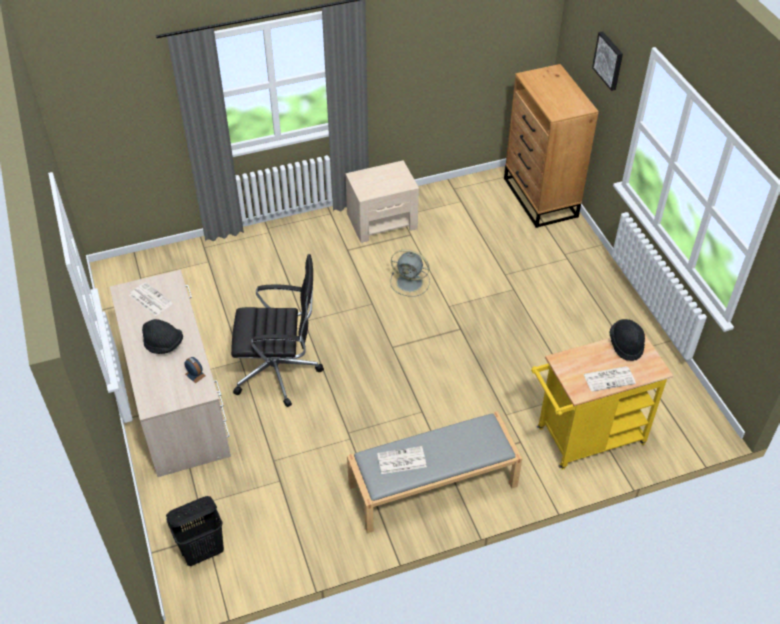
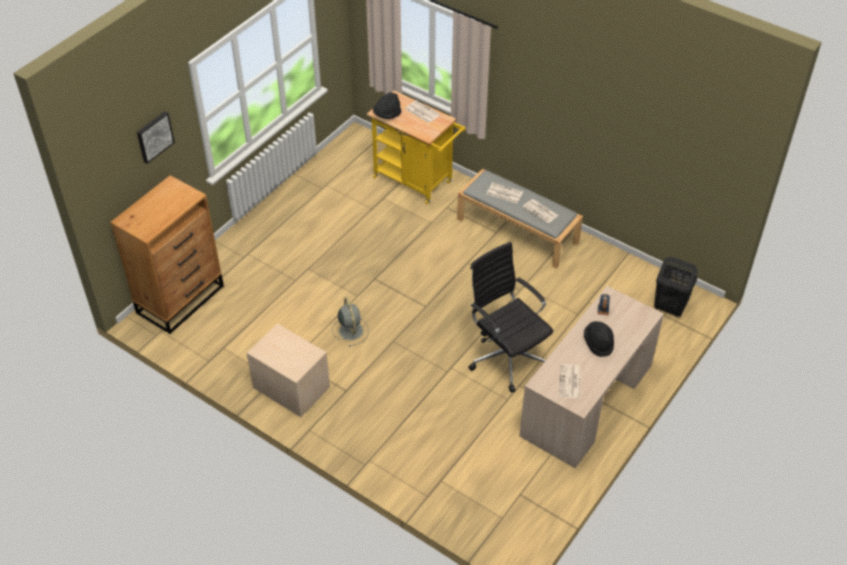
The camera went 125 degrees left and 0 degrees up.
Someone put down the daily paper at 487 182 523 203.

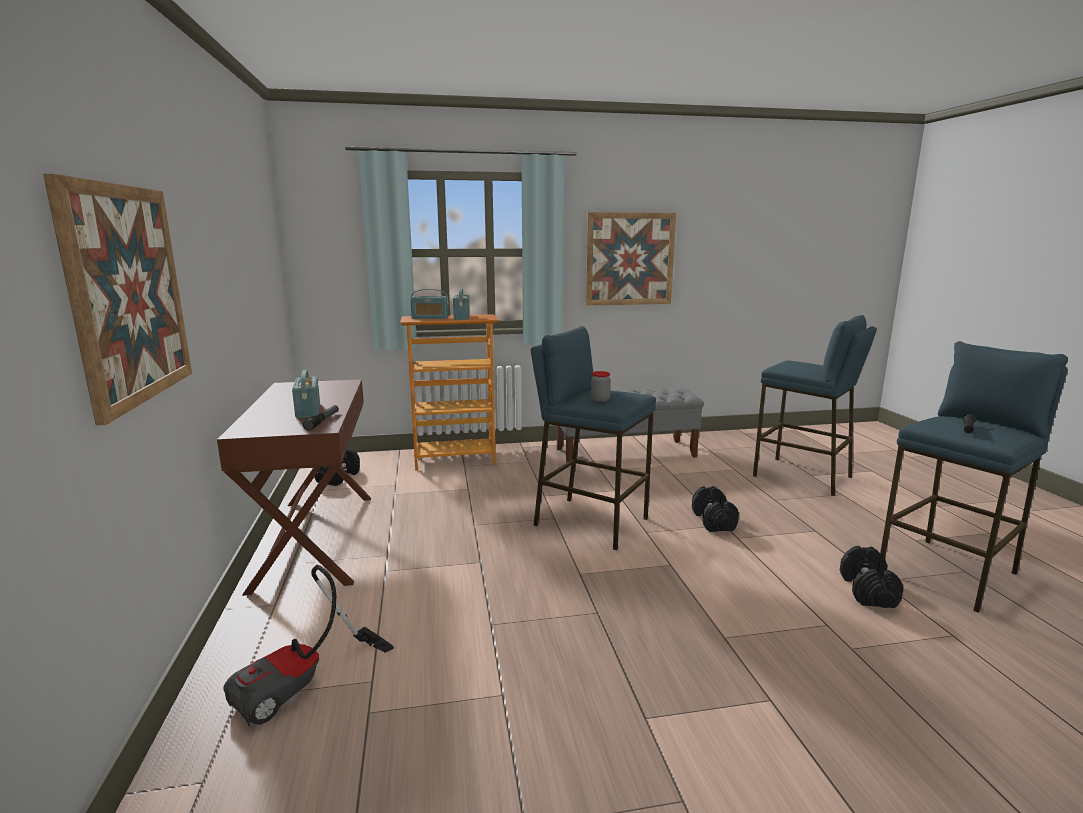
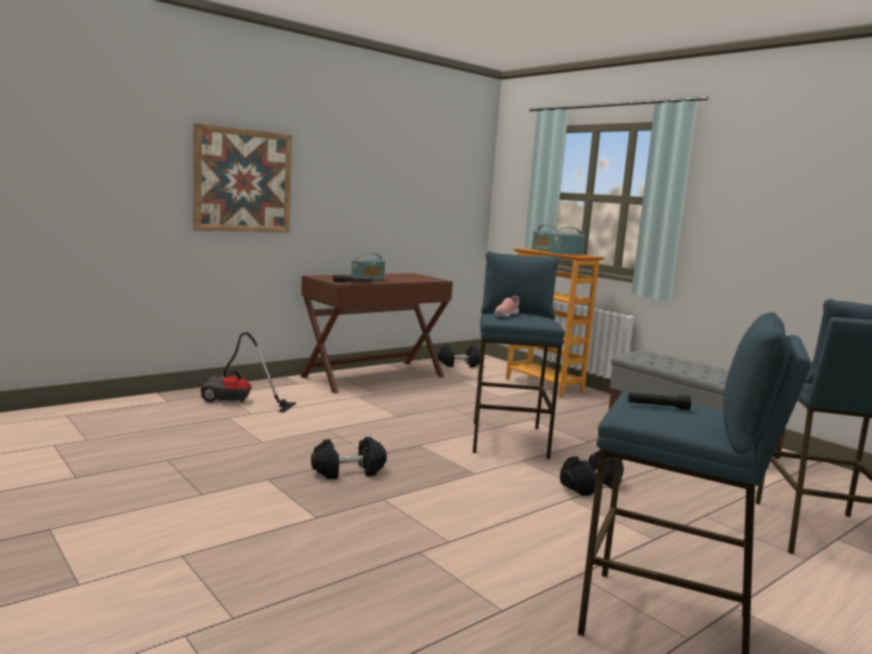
The camera went 60 degrees right and 5 degrees down.
Someone took away the picture at 585 212 676 306.
Someone swapped the preserve jar at 591 371 611 402 for the pinkish item of footwear at 494 296 519 317.
Someone carried the black dumbbell from 840 546 903 608 to 311 437 387 479.

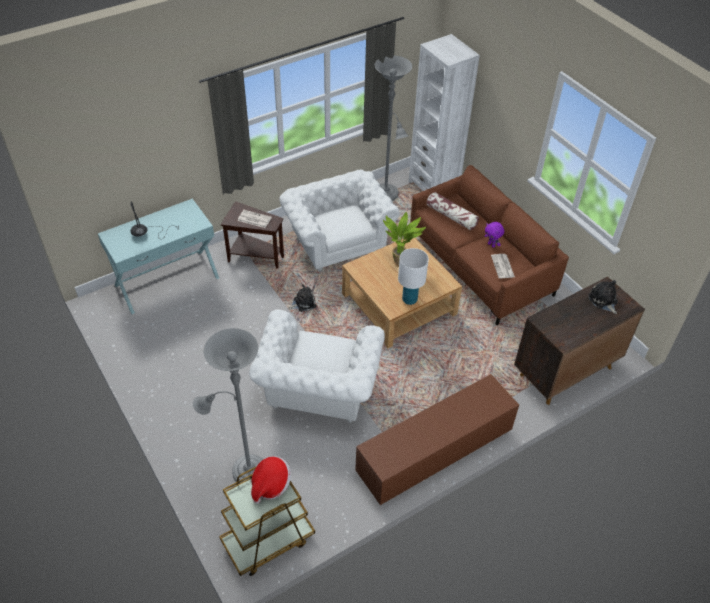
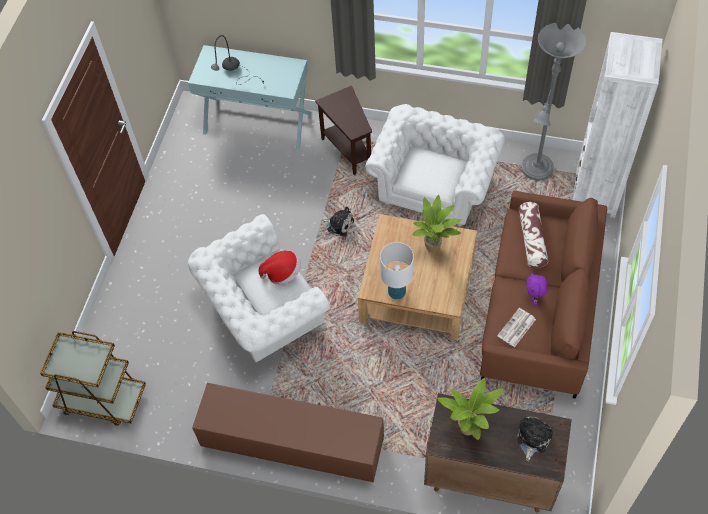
The camera went 50 degrees right and 10 degrees up.
Someone took away the daily paper at 237 210 272 228.
Someone took away the grey floor lamp at 193 328 263 483.
Someone carried the hat from 251 456 291 504 to 259 250 301 285.
Someone put down the plant in a pot at 437 378 504 440.

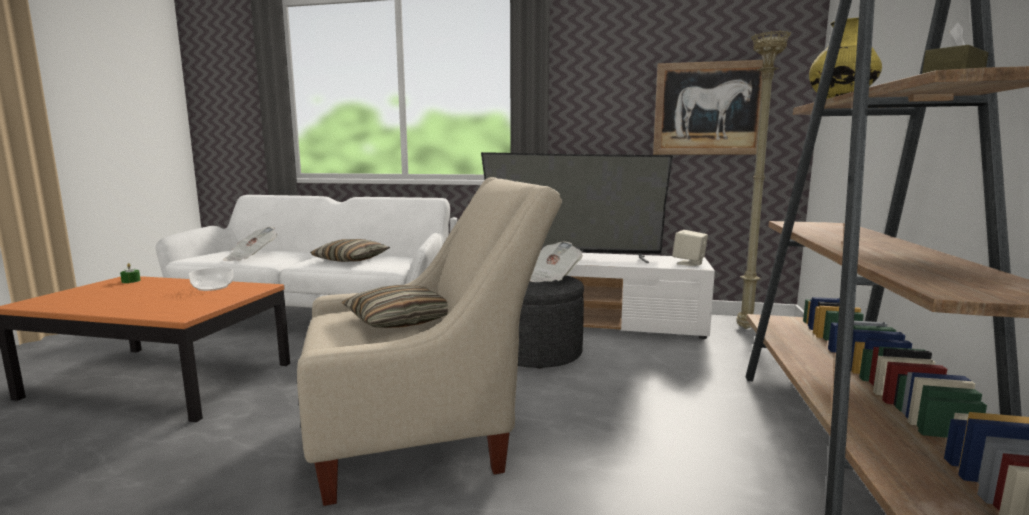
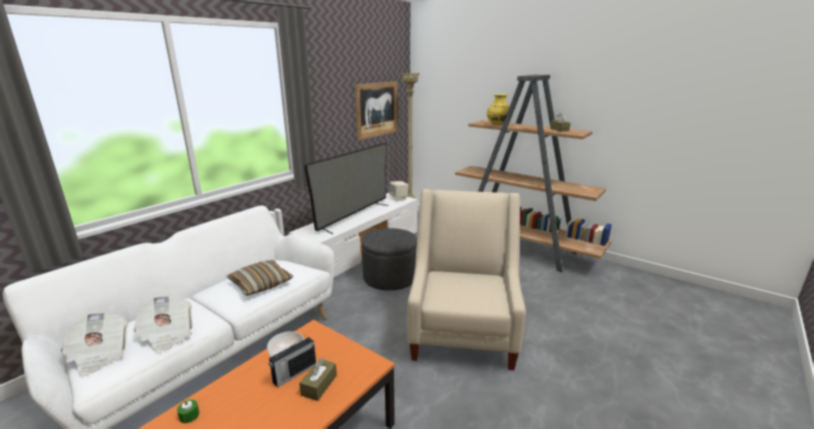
The camera went 65 degrees left and 10 degrees up.
Someone carried the daily paper from 530 241 583 282 to 61 311 128 376.
Someone took away the cushion at 342 285 448 328.
Someone put down the radio set at 269 337 316 388.
Someone put down the brown-coloured tissue box at 299 358 337 401.

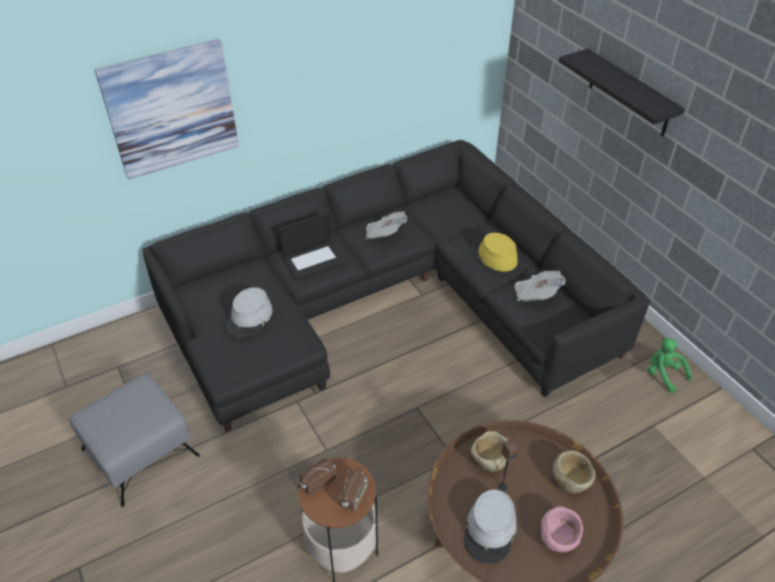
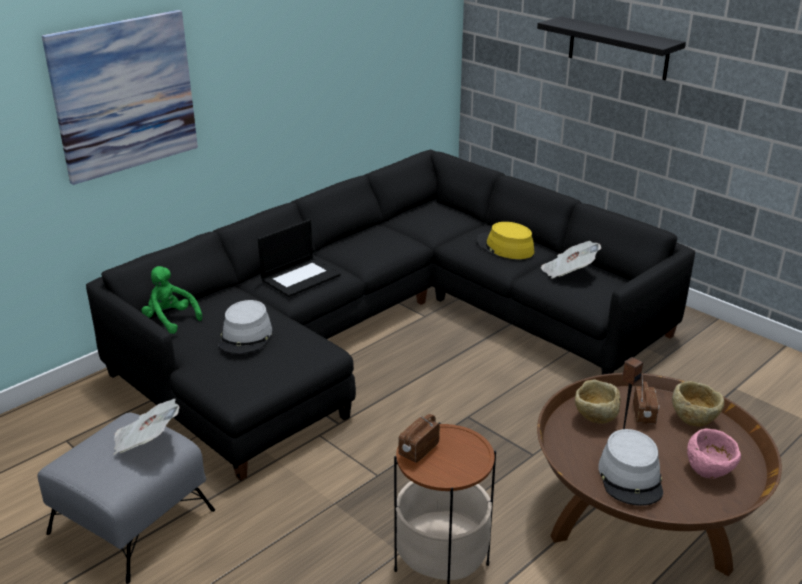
The camera went 15 degrees left and 15 degrees down.
Someone carried the daily paper from 366 211 407 239 to 113 399 179 455.
Someone carried the green plush toy from 648 338 692 393 to 142 266 202 334.
Someone carried the radio set from 338 468 367 511 to 633 375 659 424.

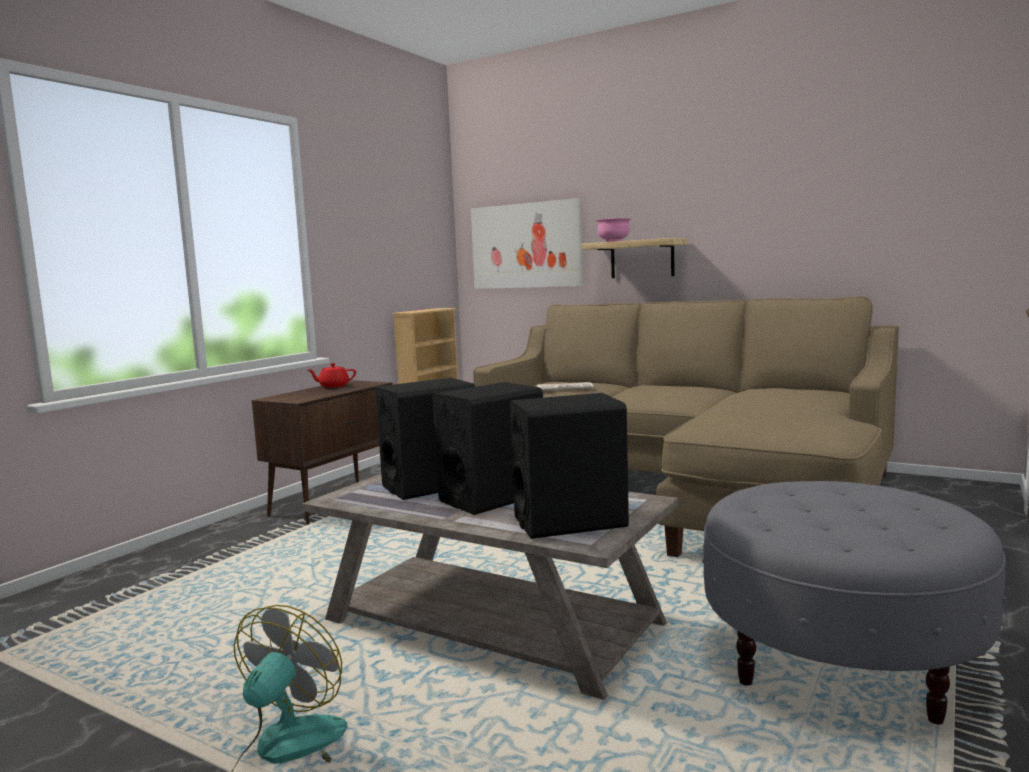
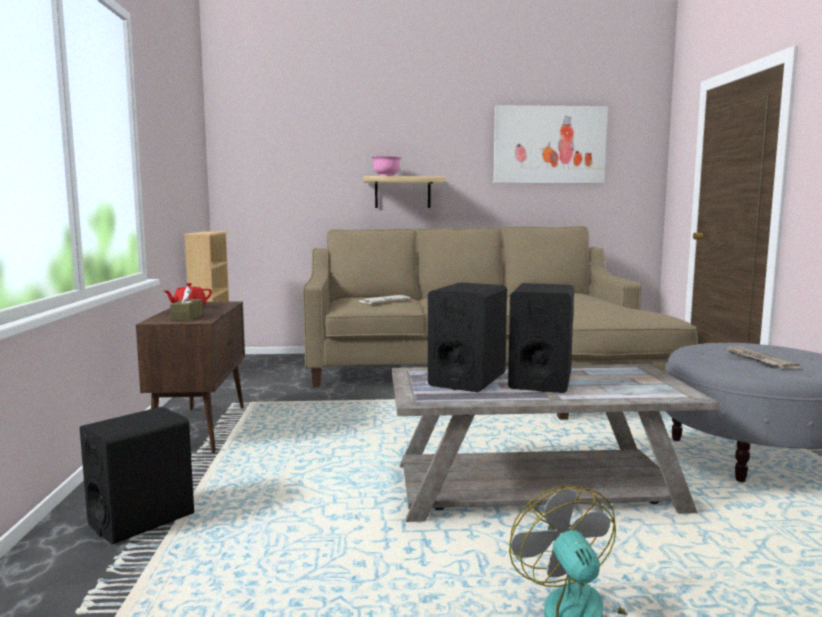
The camera went 35 degrees left and 0 degrees up.
Someone carried the picture from 471 198 583 289 to 493 105 608 183.
Someone carried the black speaker from 510 393 629 539 to 80 407 194 545.
Someone put down the brown-coloured tissue box at 170 286 203 321.
Someone put down the daily paper at 725 345 800 369.

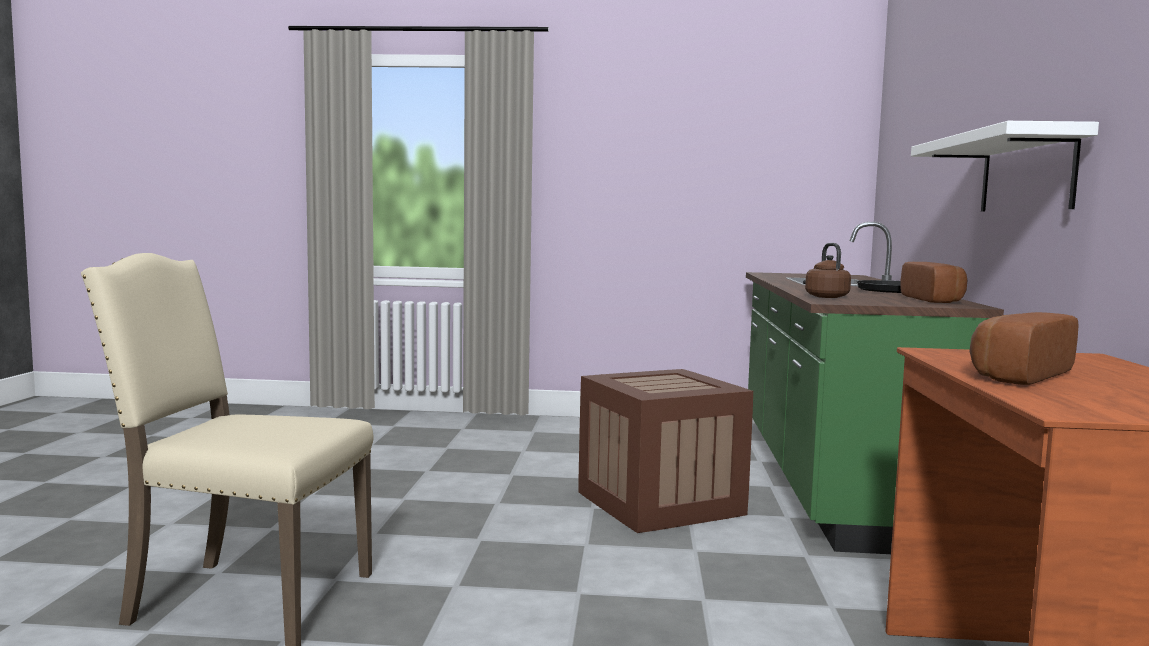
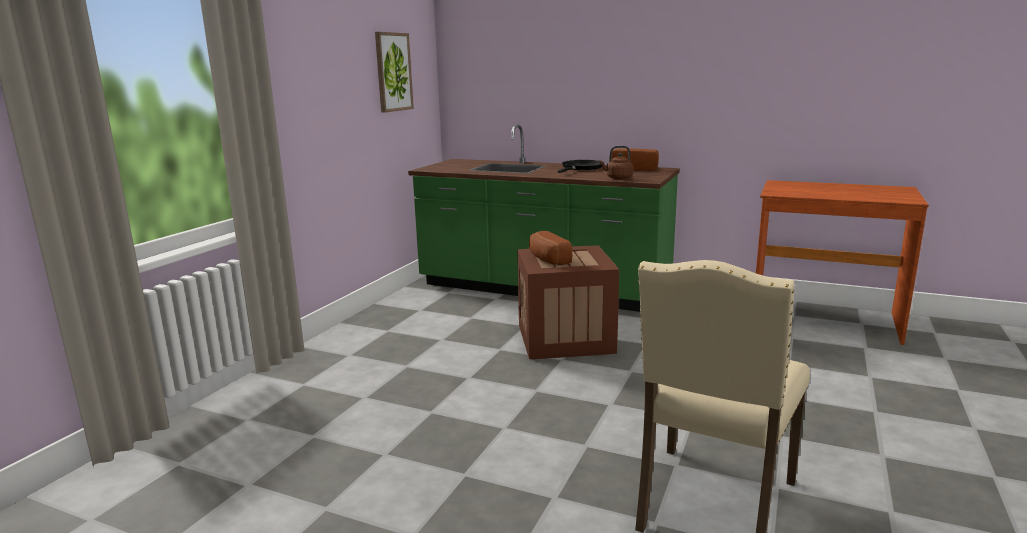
The camera went 70 degrees left and 10 degrees up.
Someone took away the white-coloured wall shelf at 911 121 1099 211.
Someone carried the bakery bread from 969 312 1078 385 to 529 231 572 265.
Someone put up the picture at 375 32 414 113.

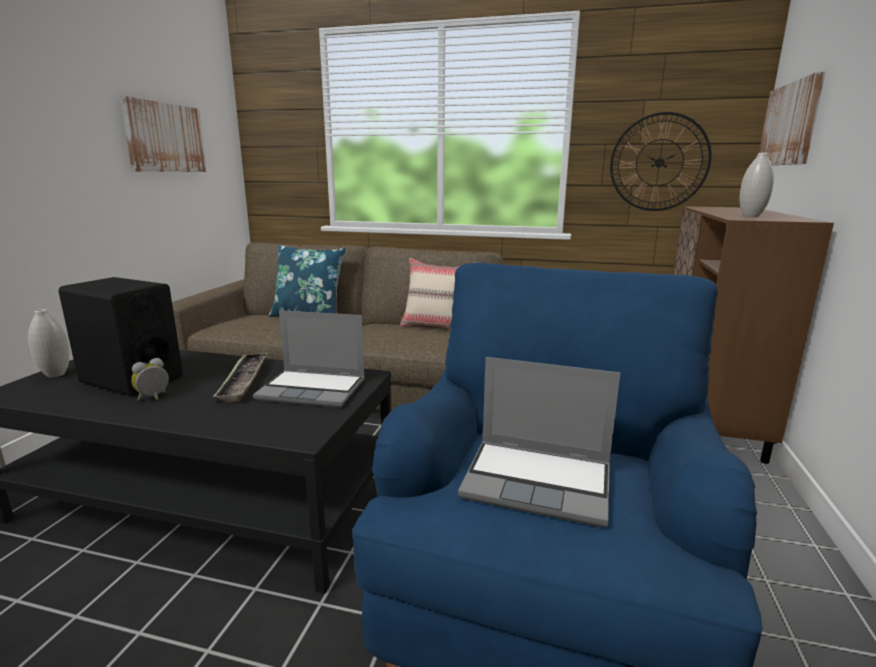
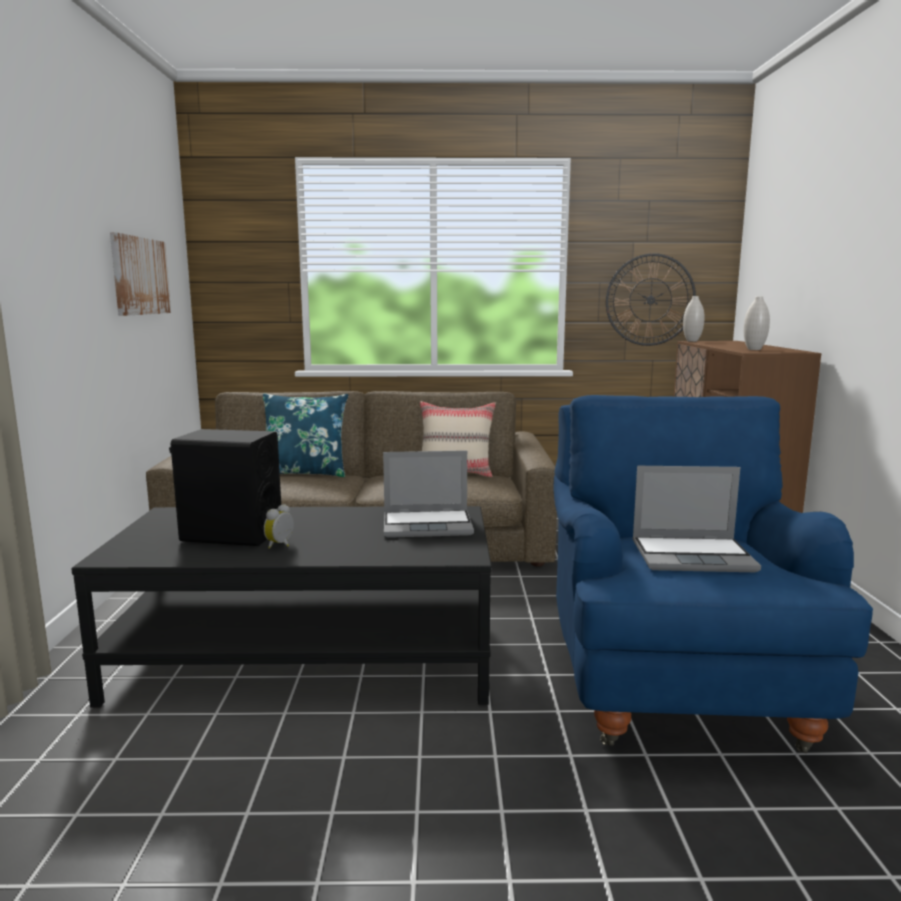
The camera went 15 degrees left and 5 degrees down.
Someone took away the picture at 759 72 826 165.
Someone carried the white-coloured flower vase from 28 309 70 378 to 683 296 705 342.
Someone took away the serving tray at 213 353 267 403.

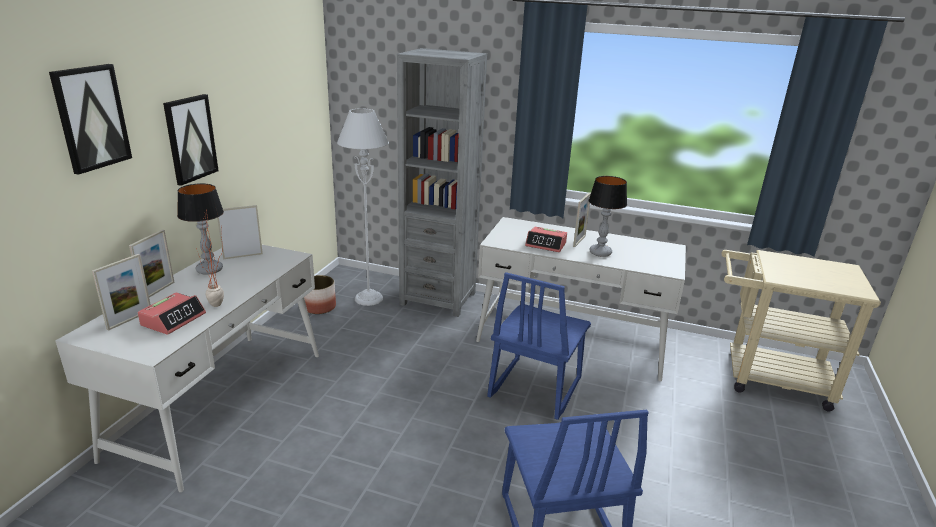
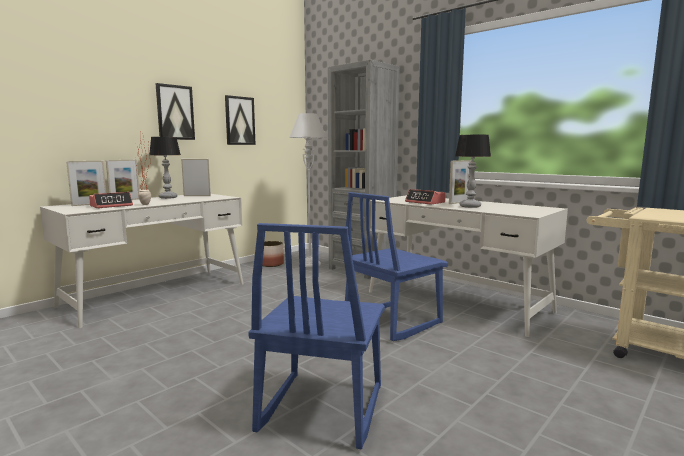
The camera went 25 degrees right and 15 degrees down.
Someone carried the picture from 49 64 132 175 to 225 95 256 145.

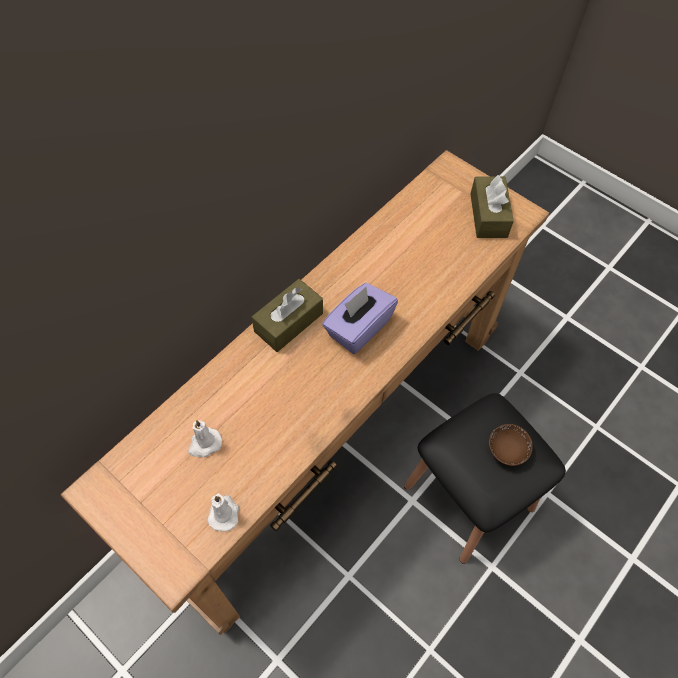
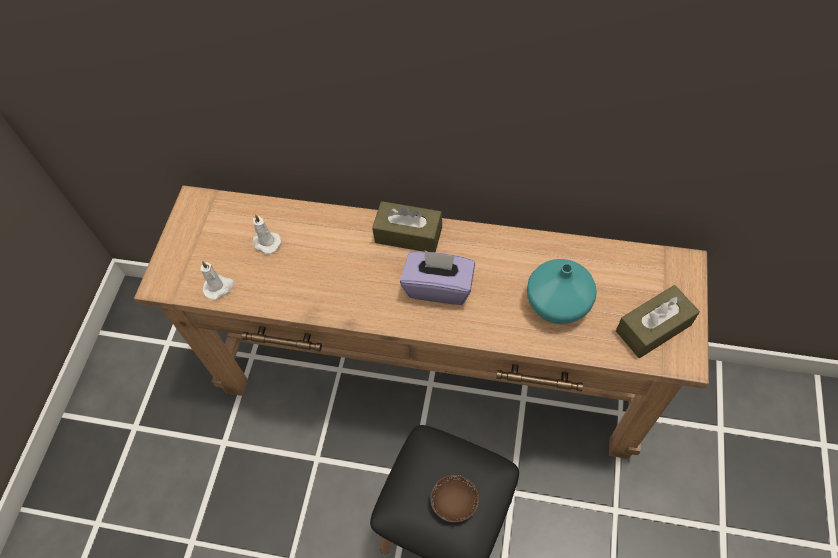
The camera went 65 degrees right and 0 degrees up.
Someone put down the blue-green flower vase at 527 259 597 324.

